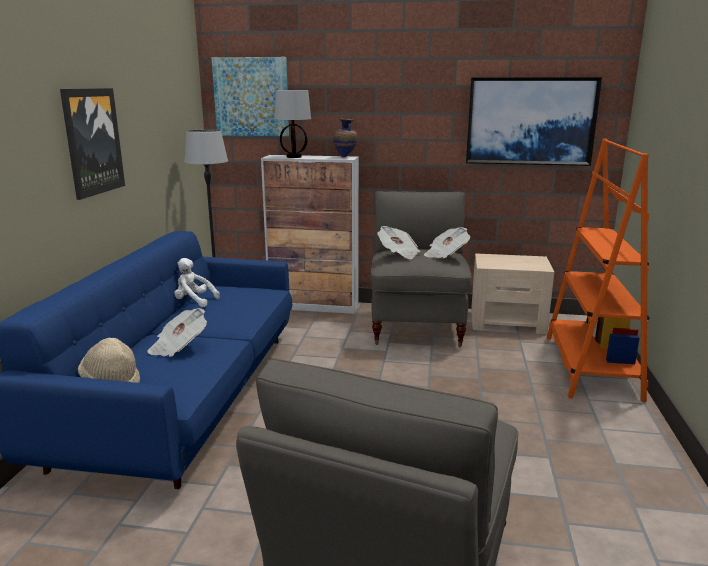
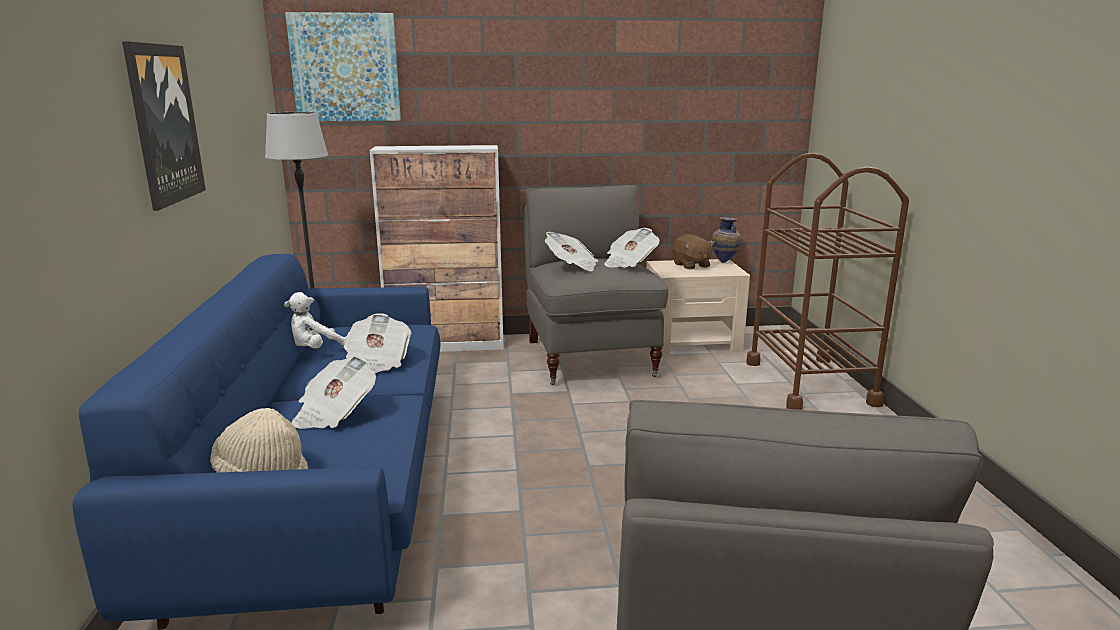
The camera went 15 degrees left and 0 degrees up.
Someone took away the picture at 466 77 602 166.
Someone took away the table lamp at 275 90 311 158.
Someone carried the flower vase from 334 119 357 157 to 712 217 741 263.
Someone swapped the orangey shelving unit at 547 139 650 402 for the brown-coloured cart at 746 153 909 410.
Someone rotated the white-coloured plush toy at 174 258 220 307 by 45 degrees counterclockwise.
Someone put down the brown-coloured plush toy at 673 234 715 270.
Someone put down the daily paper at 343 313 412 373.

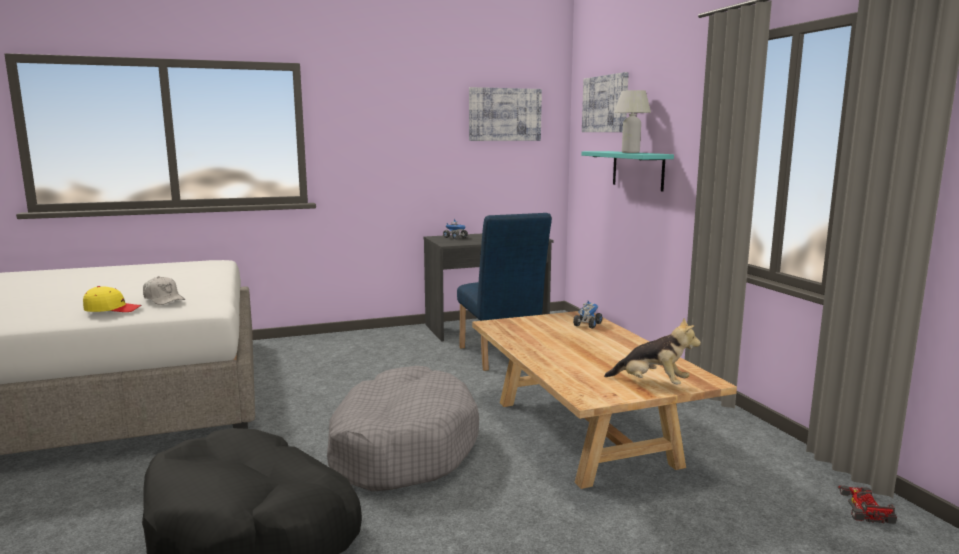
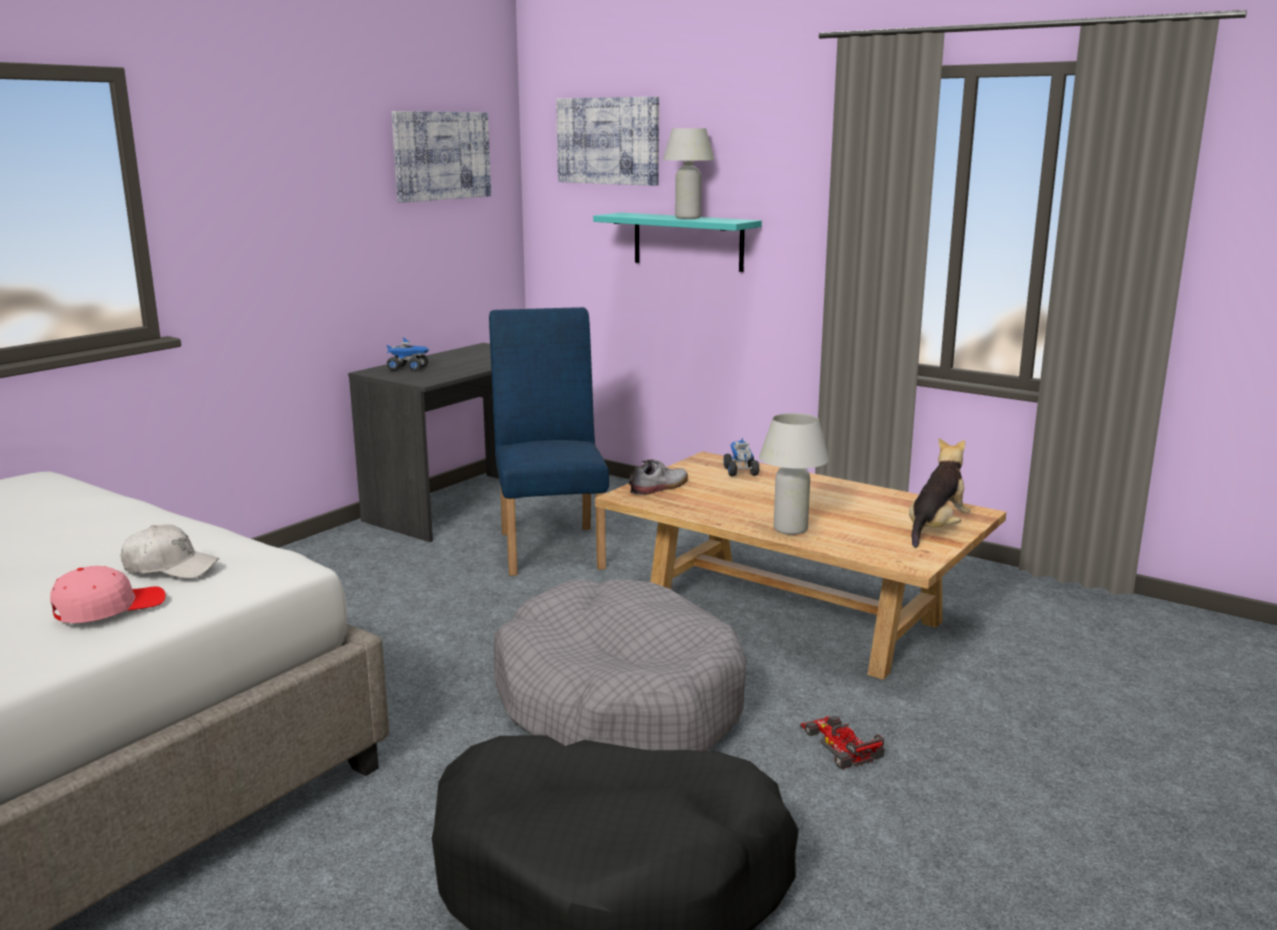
The camera went 35 degrees left and 5 degrees up.
Someone rotated the bluish plain chair at 457 213 552 371 by 135 degrees counterclockwise.
Someone repainted the yellow cap at 83 286 141 312, which became the pinkish cap at 50 566 166 623.
Someone rotated the plush toy at 604 318 701 385 by 45 degrees counterclockwise.
Someone carried the model car from 837 486 897 524 to 800 716 885 769.
Someone put down the white-coloured table lamp at 759 413 829 535.
Someone put down the item of footwear at 628 459 688 495.

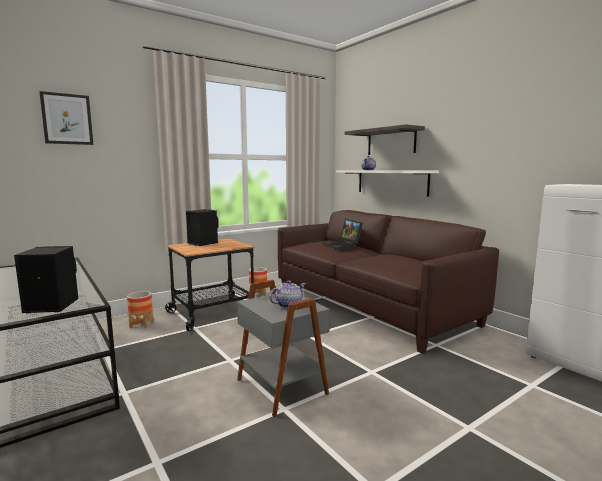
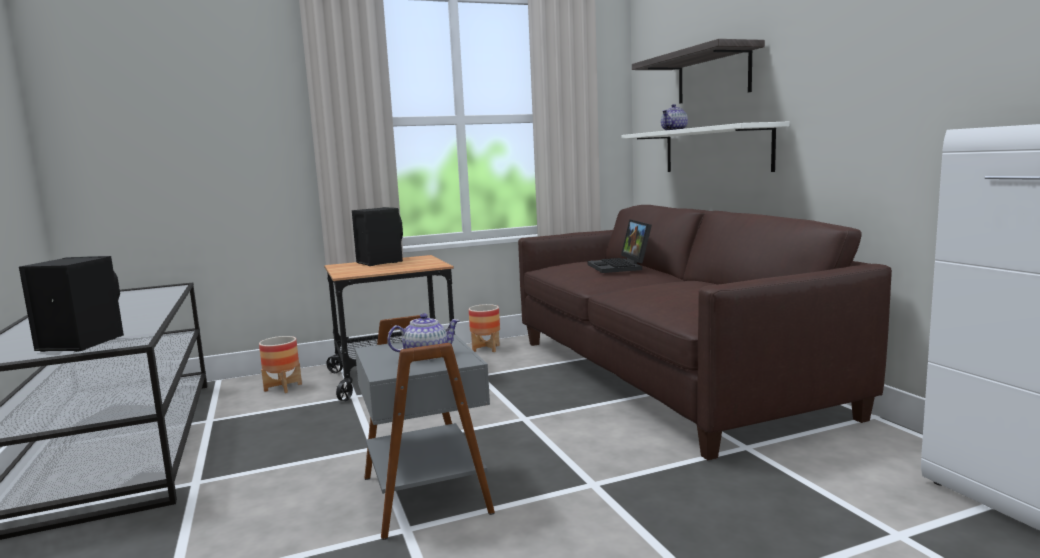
The camera went 15 degrees right and 0 degrees up.
Someone took away the picture at 39 91 93 145.

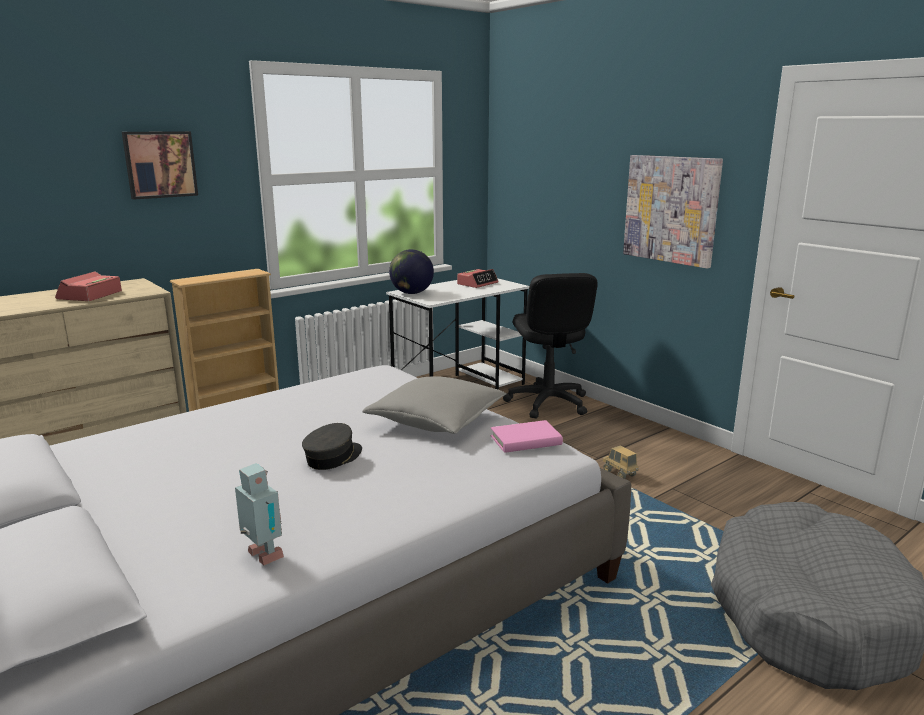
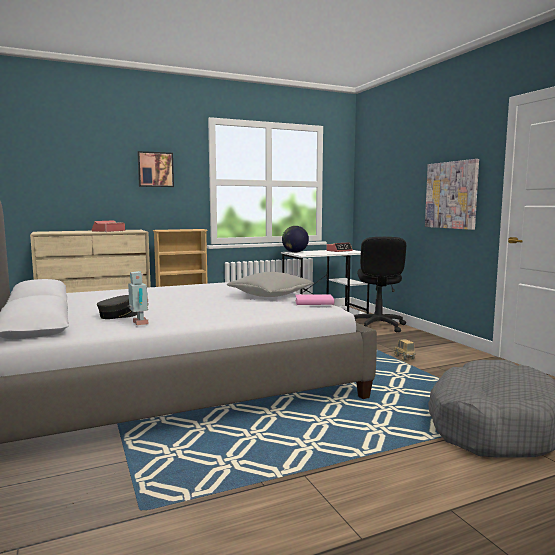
The camera went 15 degrees right and 10 degrees down.
Someone carried the grey cap from 302 423 362 470 to 97 295 137 319.

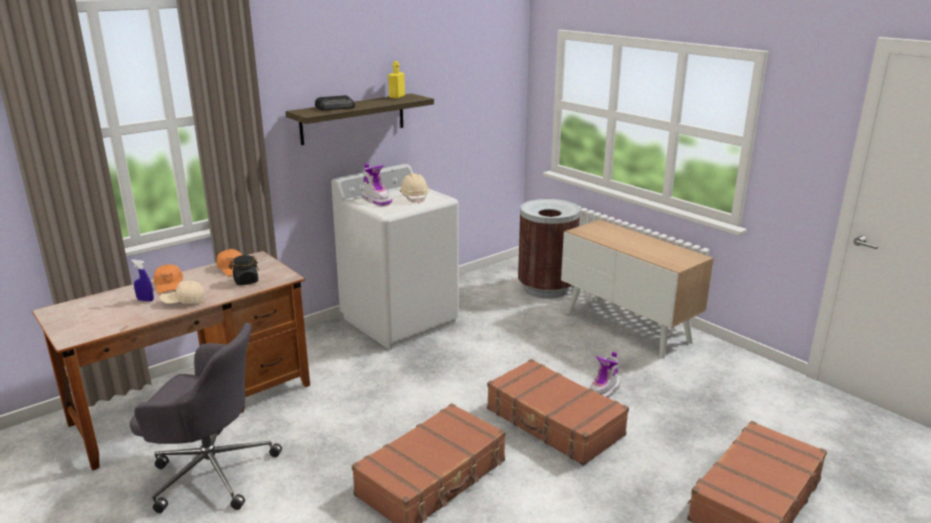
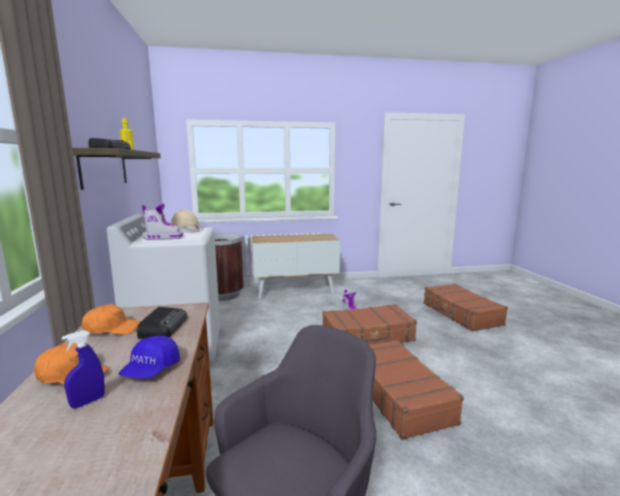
The camera went 60 degrees left and 10 degrees down.
Someone swapped the black preserve jar at 229 255 260 285 for the radio set at 137 307 187 338.
Someone repainted the beige cap at 160 280 205 304, which became the bluish cap at 118 335 180 379.

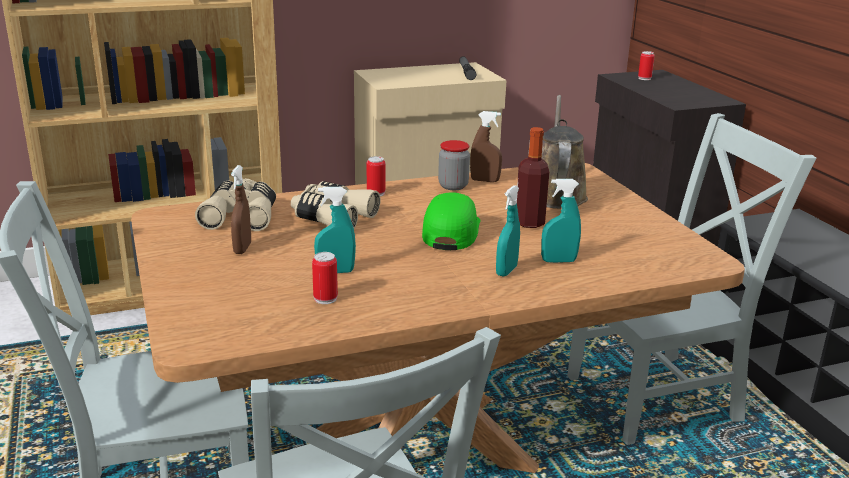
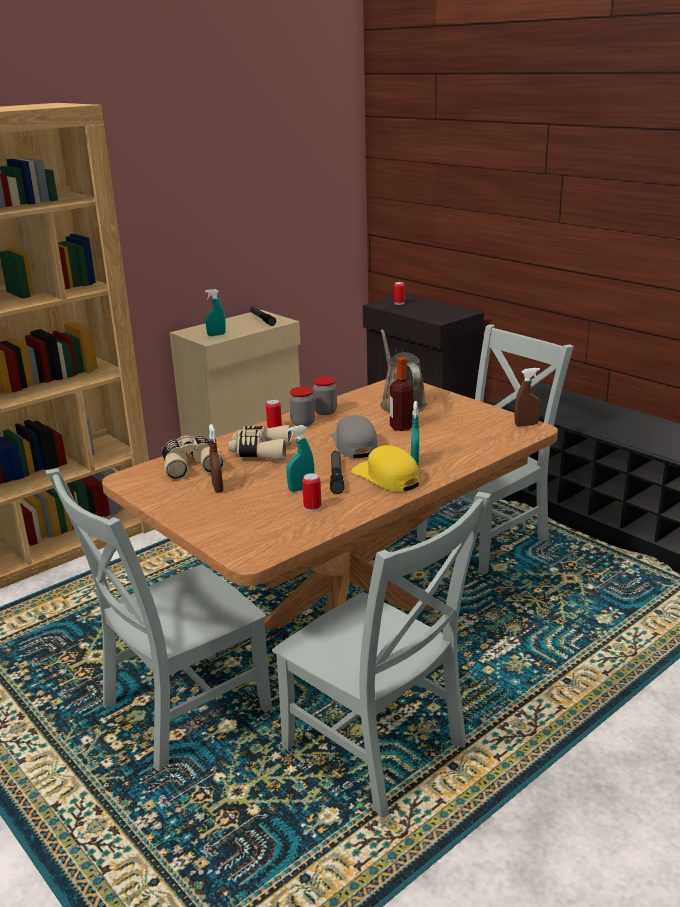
The camera went 20 degrees left and 0 degrees up.
Someone carried the brown-coloured sprayer from 470 111 502 182 to 514 368 541 426.
Someone carried the blue-green sprayer from 541 179 581 263 to 205 289 226 336.
Someone repainted the green cap at 422 193 481 250, which became the grey cap at 331 415 378 458.
Someone put down the preserve jar at 289 387 315 426.
Someone put down the yellow cap at 351 445 420 491.
Someone put down the torch at 330 451 344 494.

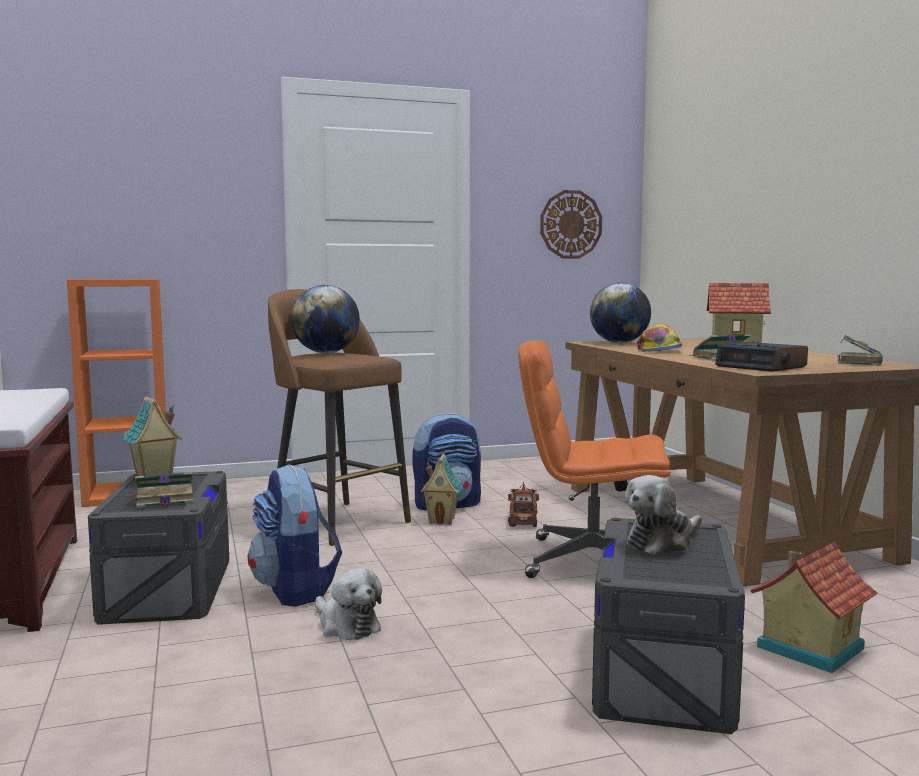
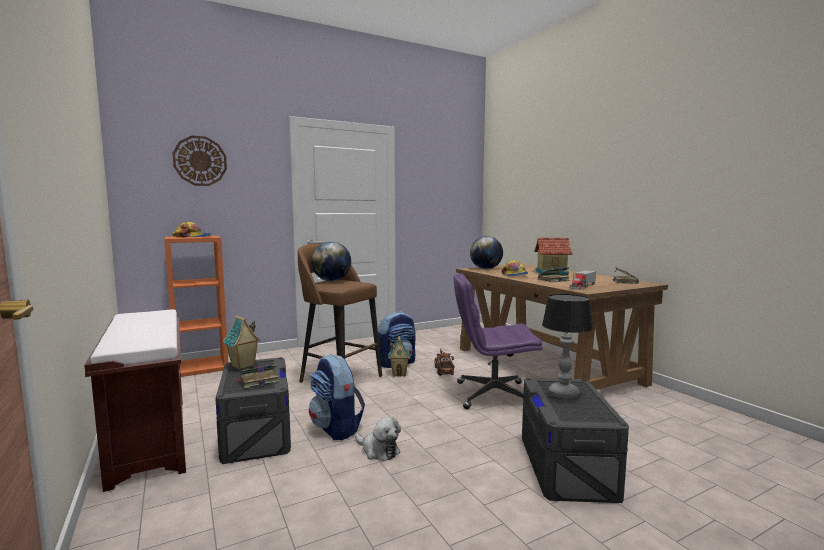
The camera went 10 degrees left and 0 degrees up.
Someone carried the hanging clock from 540 190 602 259 to 172 136 227 186.
Someone repainted the orangey desk chair at 518 340 671 578, which became the purple-coloured desk chair at 454 274 543 409.
Someone swapped the table clock at 715 341 808 372 for the model truck at 570 270 596 290.
Someone swapped the plush toy at 625 475 702 555 for the table lamp at 542 294 593 399.
Someone took away the model house at 751 542 877 673.
Someone put down the cap at 172 222 212 238.

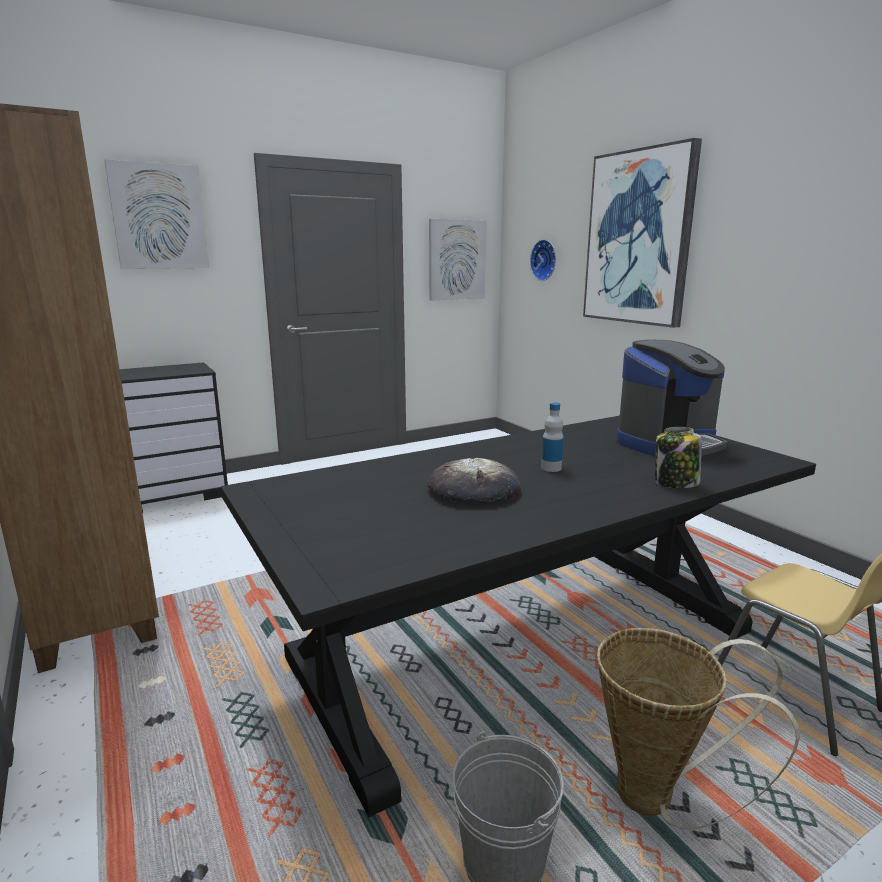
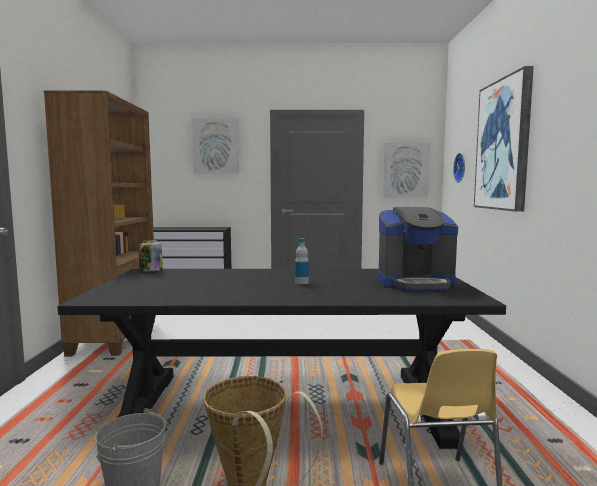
The camera went 30 degrees right and 10 degrees down.
Someone carried the preserve jar from 655 427 702 488 to 139 240 163 271.
Someone took away the bakery bread at 428 458 521 503.

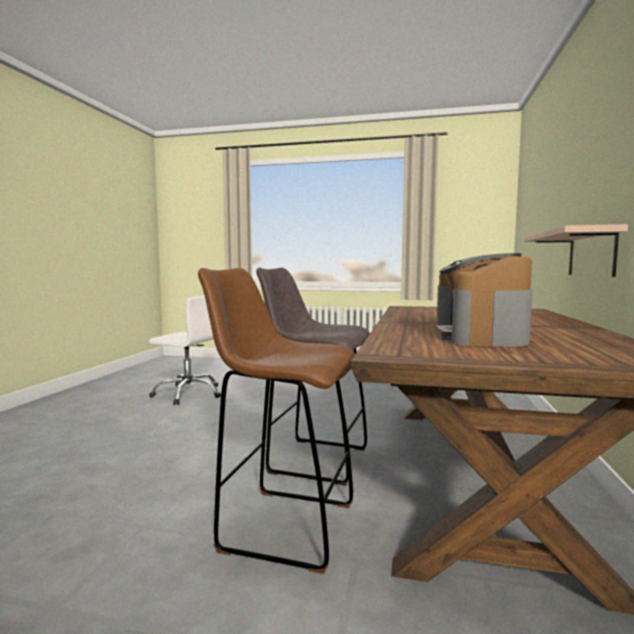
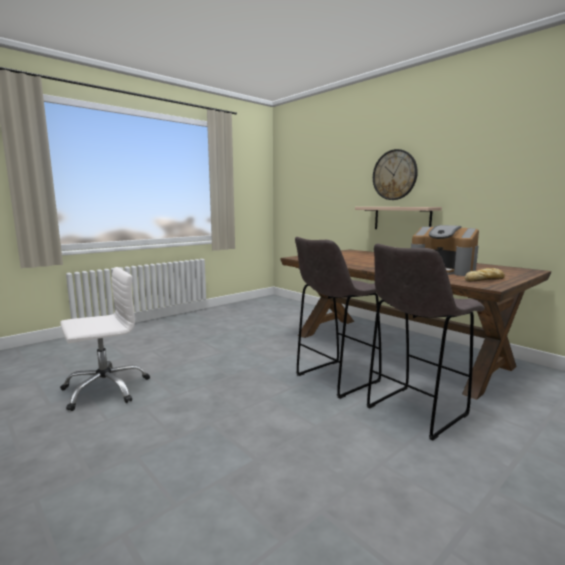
The camera went 55 degrees left and 5 degrees up.
Someone repainted the brown-coloured sitting stool at 198 268 356 574, which became the grey sitting stool at 367 244 485 440.
Someone put up the hanging clock at 373 149 418 200.
Someone put down the bakery bread at 465 268 505 282.

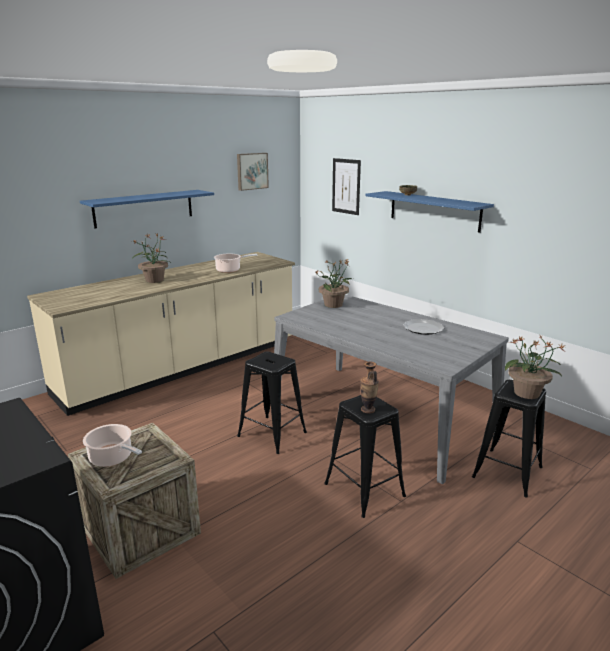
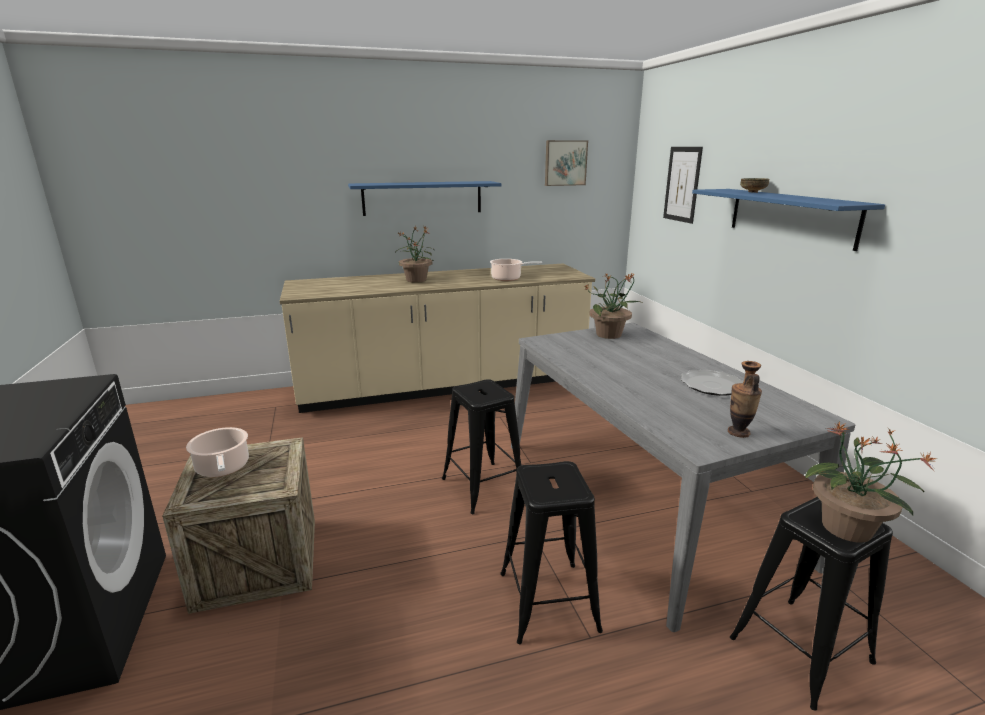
The camera went 25 degrees right and 0 degrees up.
Someone carried the flower vase from 360 362 379 413 to 728 361 762 438.

